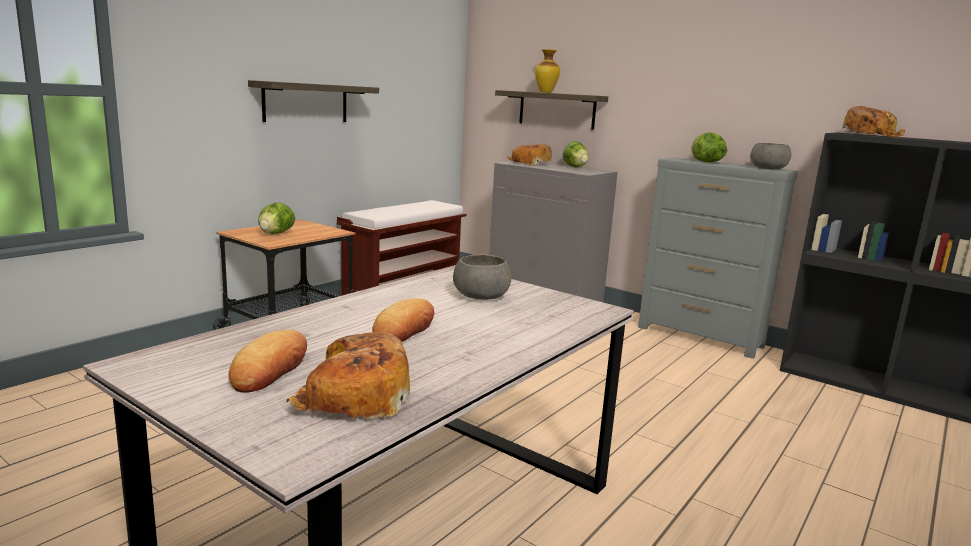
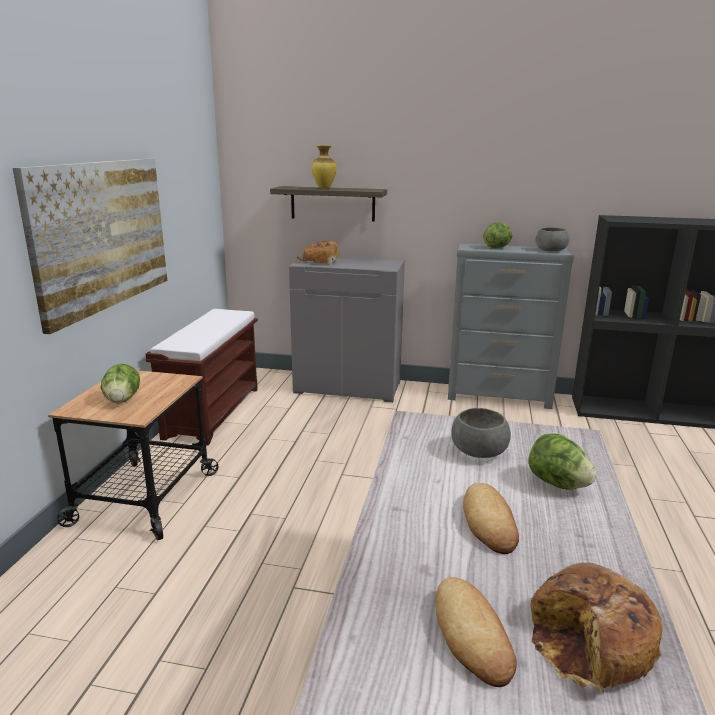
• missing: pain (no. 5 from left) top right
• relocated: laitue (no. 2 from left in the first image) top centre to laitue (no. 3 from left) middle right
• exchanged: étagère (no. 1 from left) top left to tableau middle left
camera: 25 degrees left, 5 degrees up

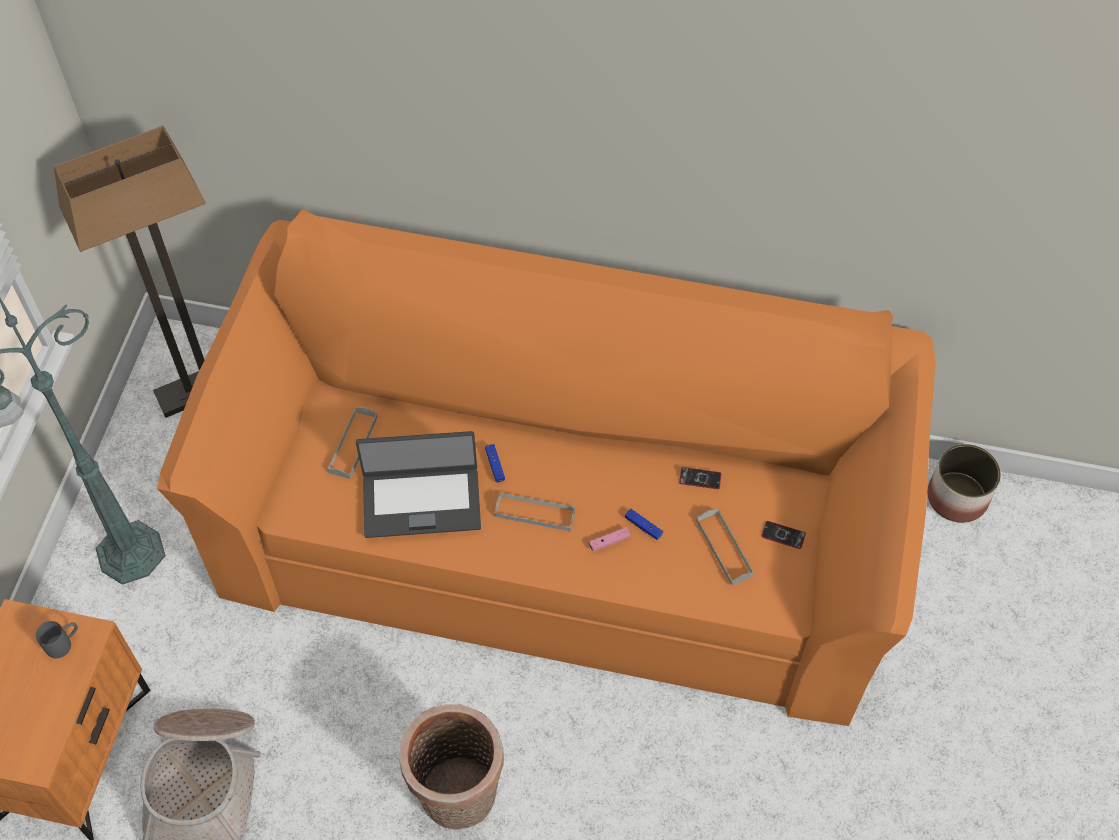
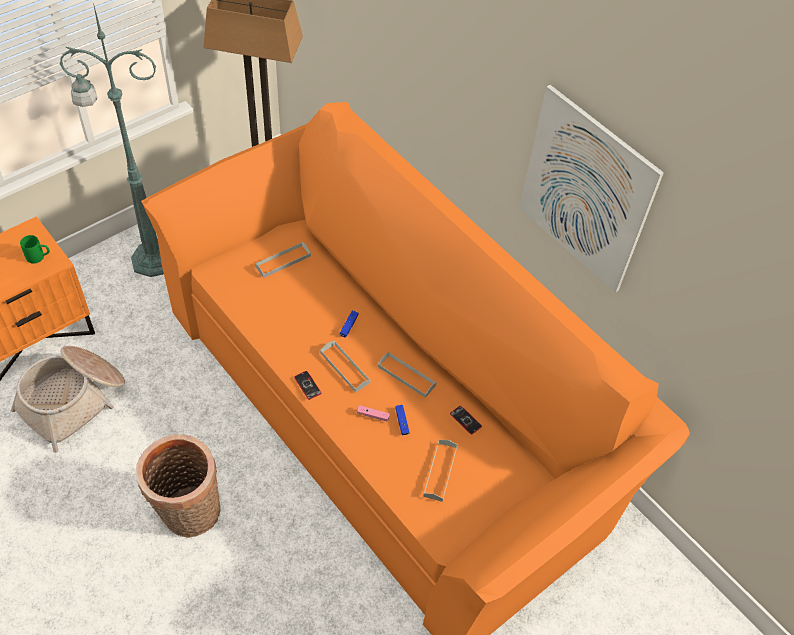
• missing: ordinateur portable centre
• missing: cache-pot middle right
• appeared: plateau (gris) (no. 3 from left) centre
• appeared: tableau top right
• relocated: téléphone (no. 2 from left in the first image) middle right to téléphone (no. 1 from left) centre
• colour: mug (gris) bottom left to mug (vert) middle left
camera: 35 degrees right, 5 degrees down

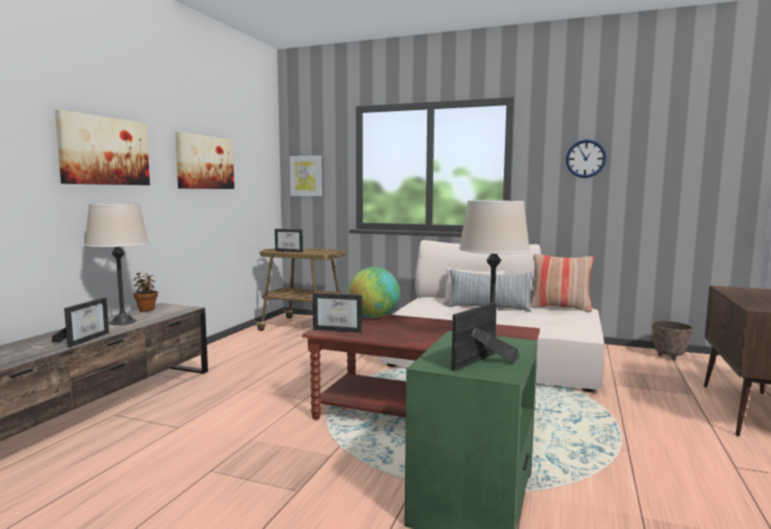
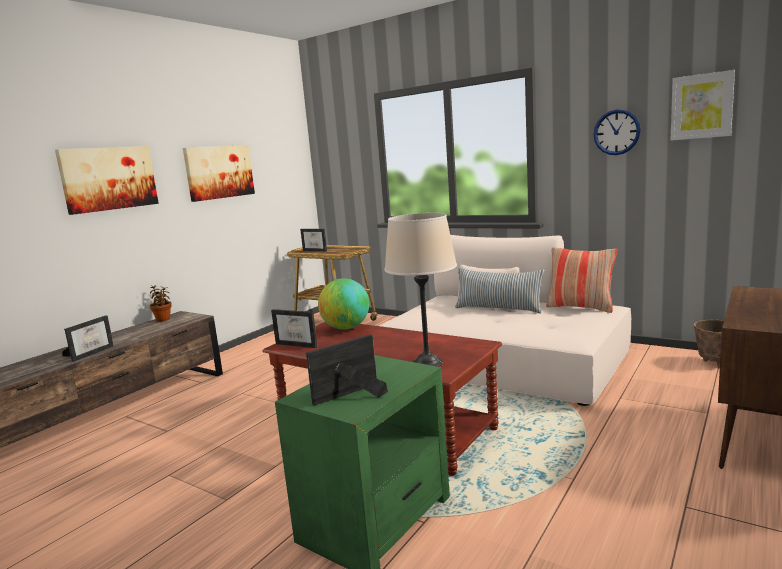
• missing: lampe de table (beige) (no. 1 from left) middle left
• relocated: tableau (no. 3 from left) top centre to top right
camera: 15 degrees right, 5 degrees up

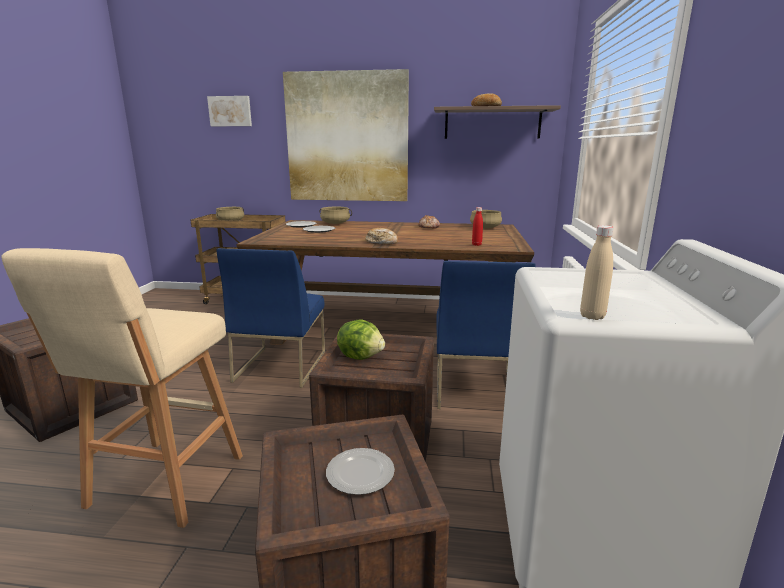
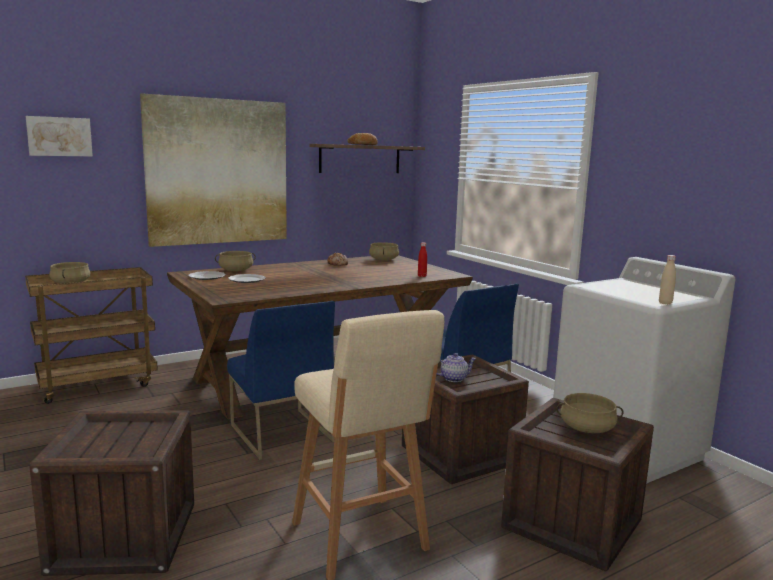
• missing: pain (no. 1 from left) centre
• exchanged: assiette (no. 3 from left) bottom centre to marmite (beige) (no. 4 from left) bottom right
• exchanged: laitue centre to théière centre
camera: 40 degrees left, 5 degrees down

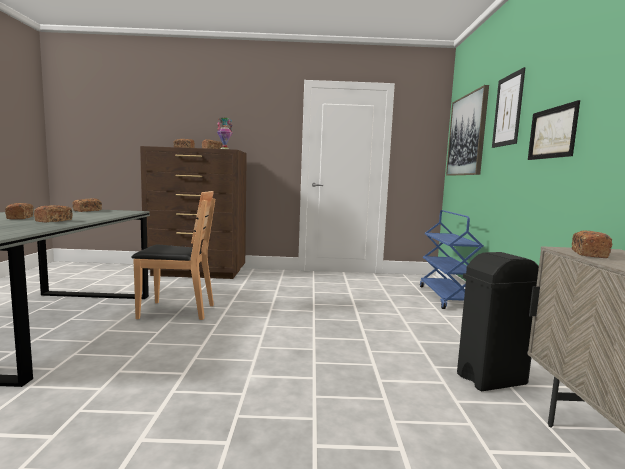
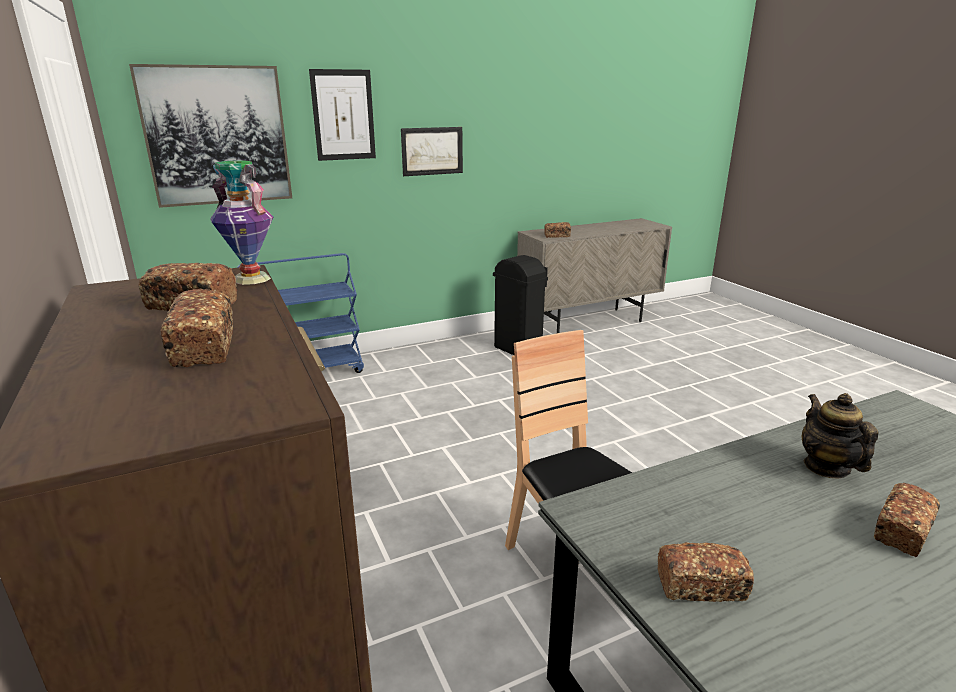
• exchanged: pain (no. 2 from left) middle left to théière middle right
camera: 115 degrees left, 15 degrees up

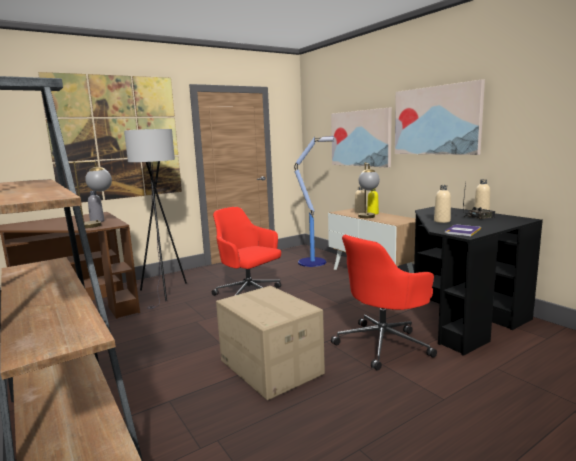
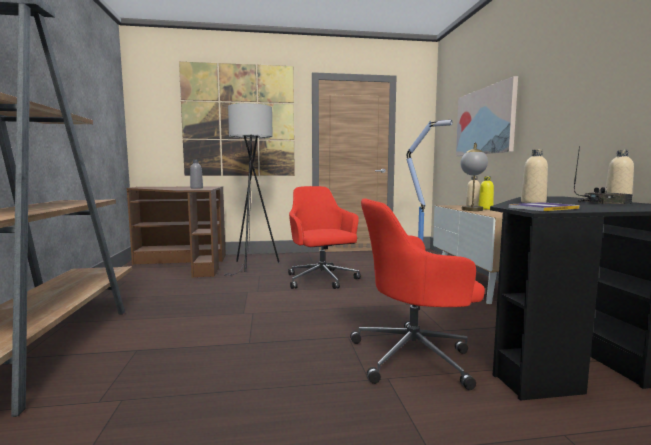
• missing: lampe de table (no. 1 from left) middle left
• missing: carton bottom centre
• missing: tableau (no. 3 from left) top right
camera: 25 degrees right, 5 degrees down

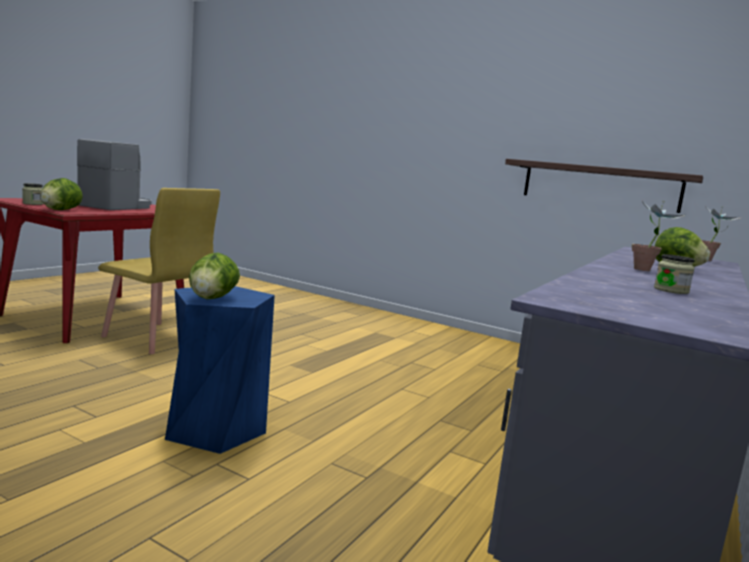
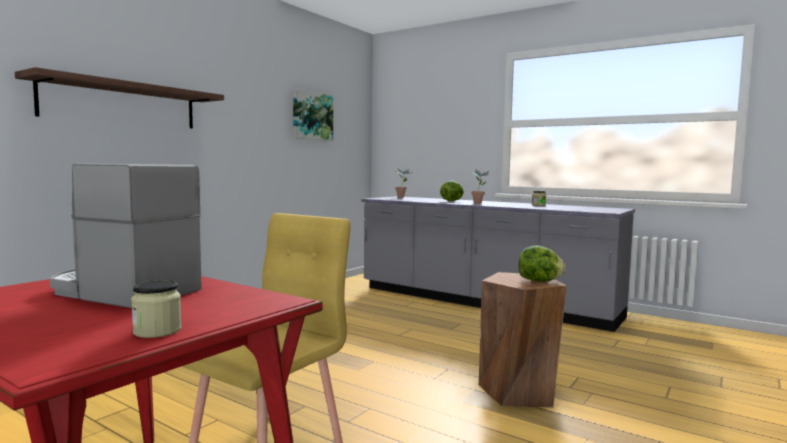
• missing: laitue (no. 1 from left) middle left
• appeared: tableau top centre
• relocated: étagère top right to top left
• colour: tabouret (bleu) middle left to tabouret (marron) bottom centre
camera: 85 degrees left, 5 degrees down

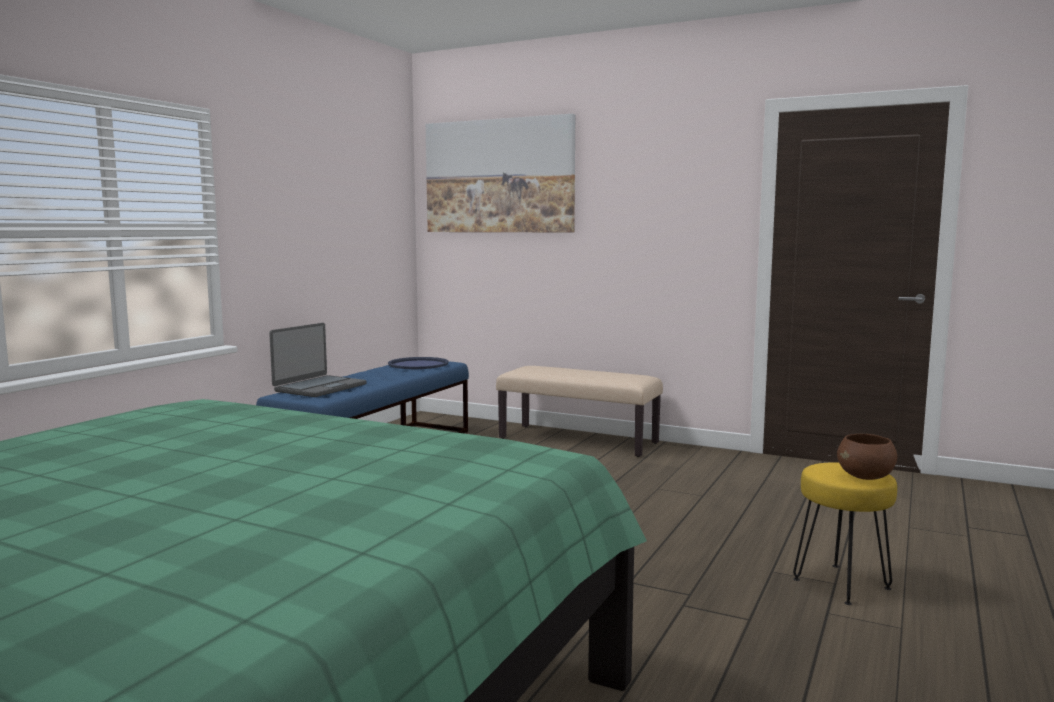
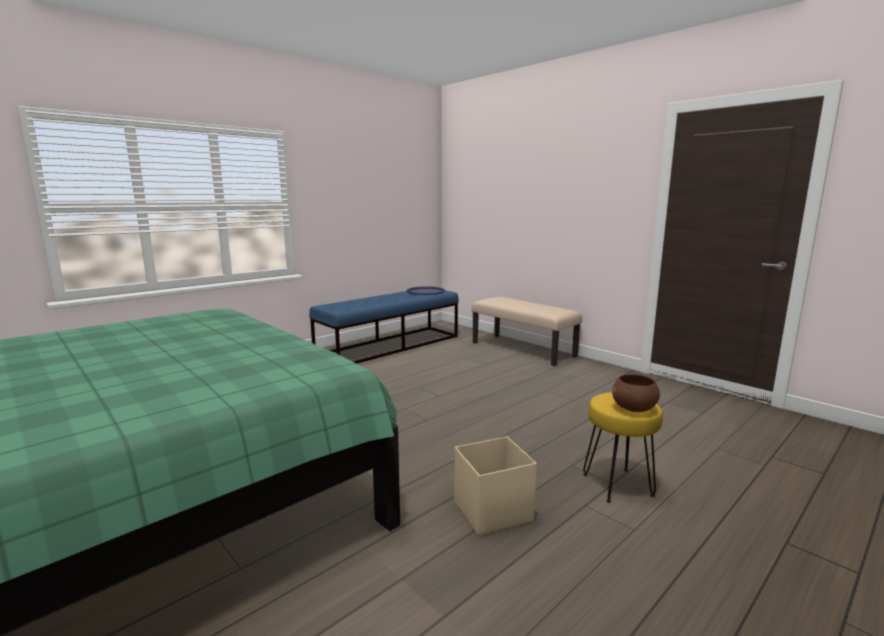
• missing: ordinateur portable middle left
• missing: tableau top centre
• appeared: boîte de rangement (beige) bottom centre
camera: 20 degrees right, 5 degrees up

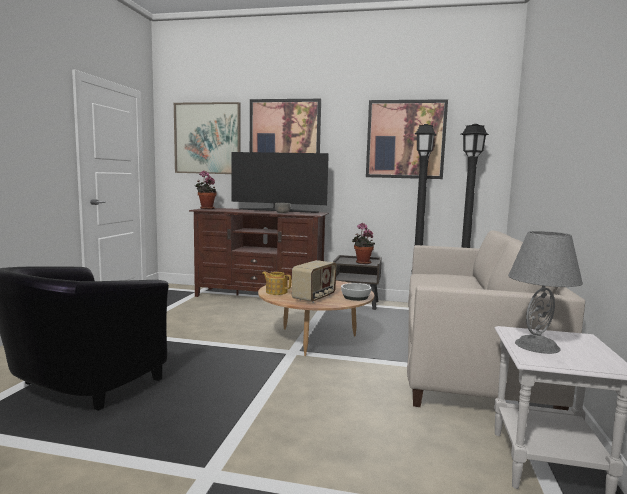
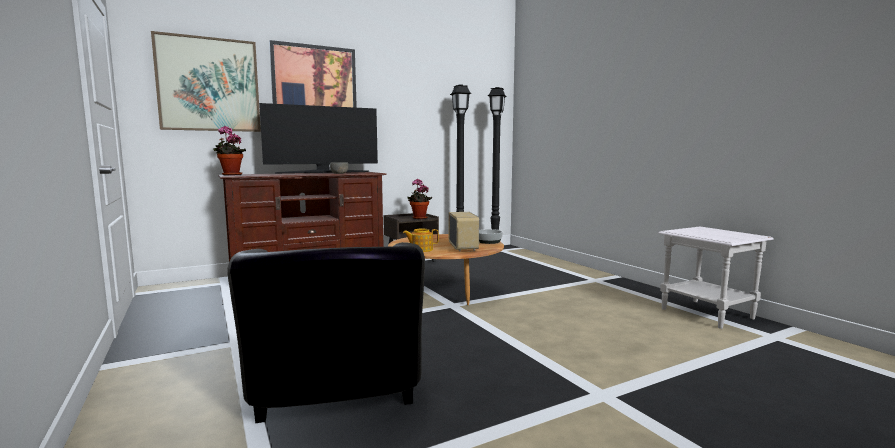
• missing: tableau (no. 3 from left) top centre
• missing: canapé (beige) middle right
• missing: lampe de table (gris) middle right
camera: 40 degrees left, 0 degrees up

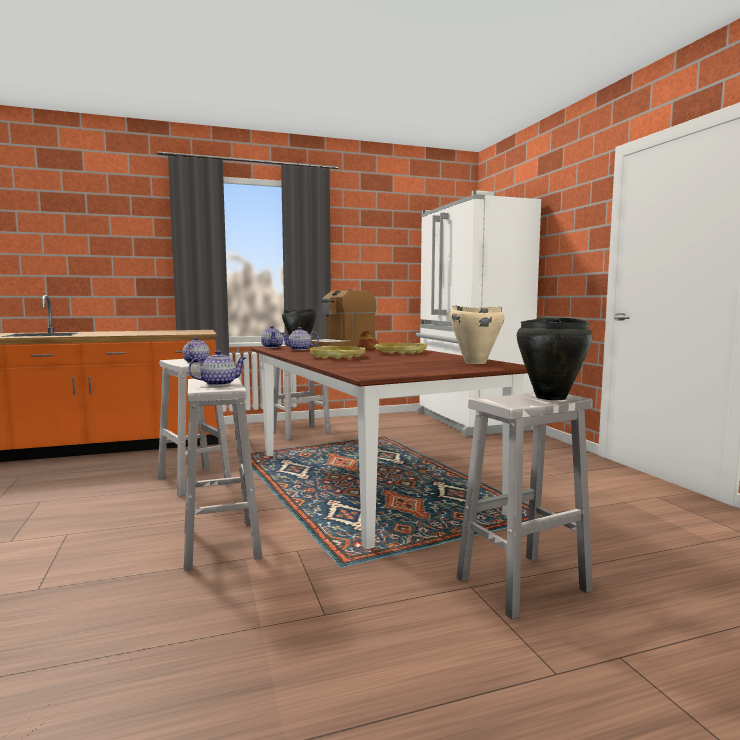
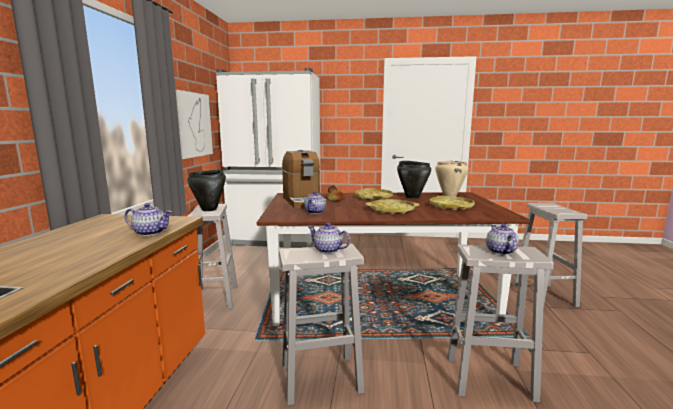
• appeared: tableau top left
• appeared: plateau (jaune) (no. 3 from left) middle right
• relocated: théière (no. 3 from left in the first image) centre to théière (no. 1 from left) middle left
• relocated: marmite (noir) (no. 2 from left) middle right to centre
camera: 65 degrees left, 5 degrees up

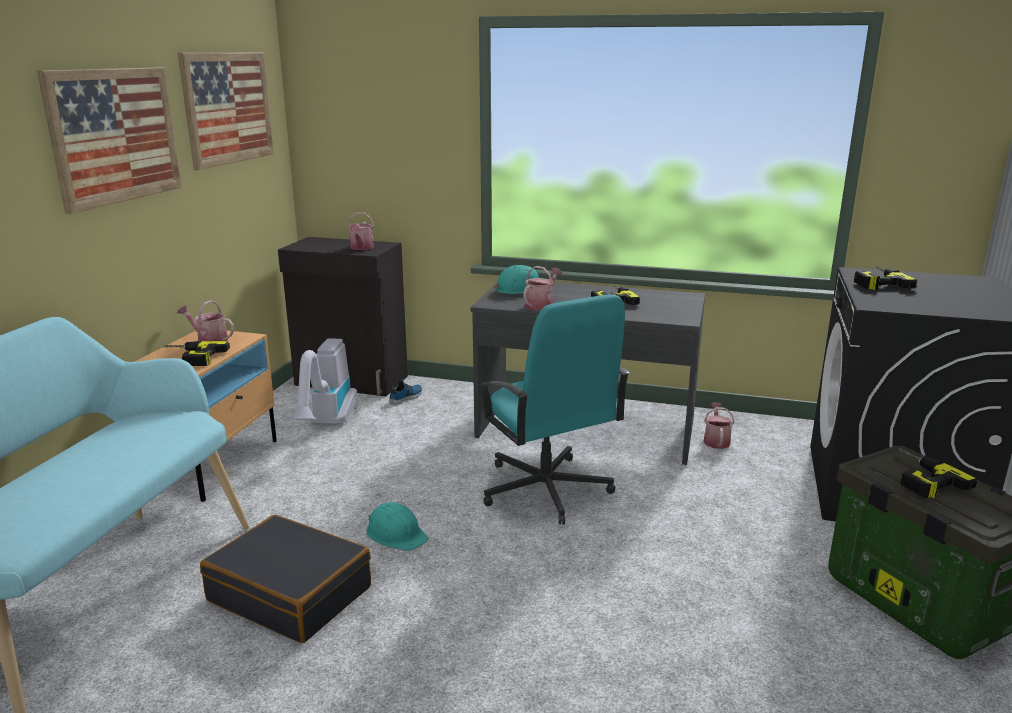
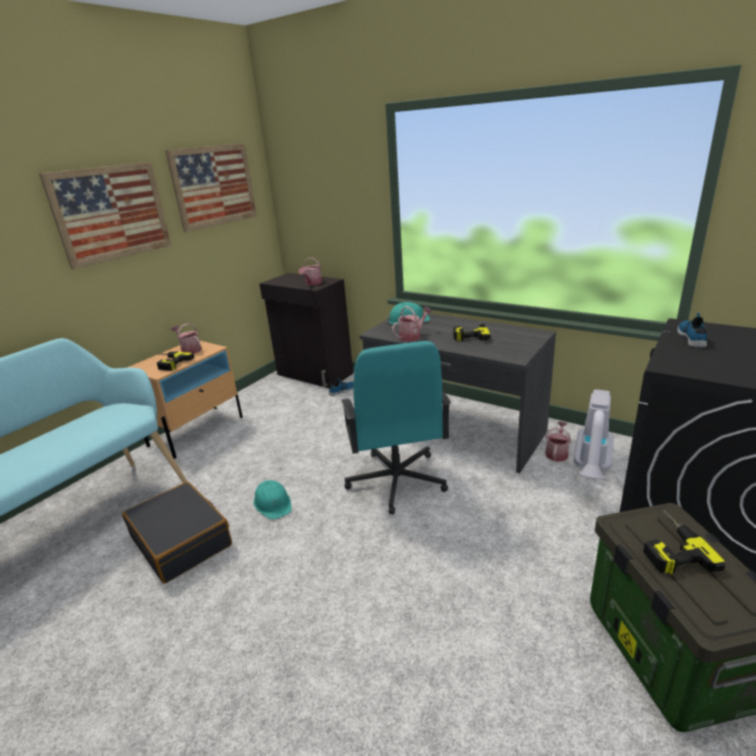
• relocated: aspirateur middle left to middle right
• exchanged: perceuse (no. 3 from left) middle right to chaussure (no. 2 from left) middle right
camera: 20 degrees right, 5 degrees up

